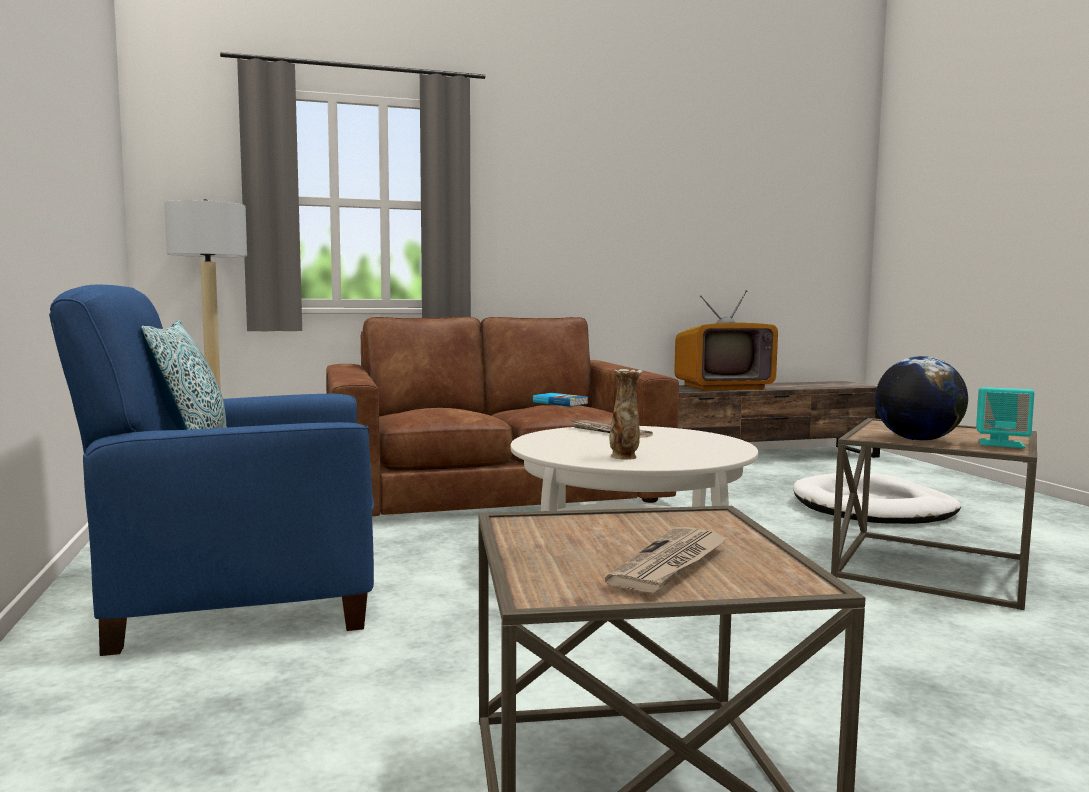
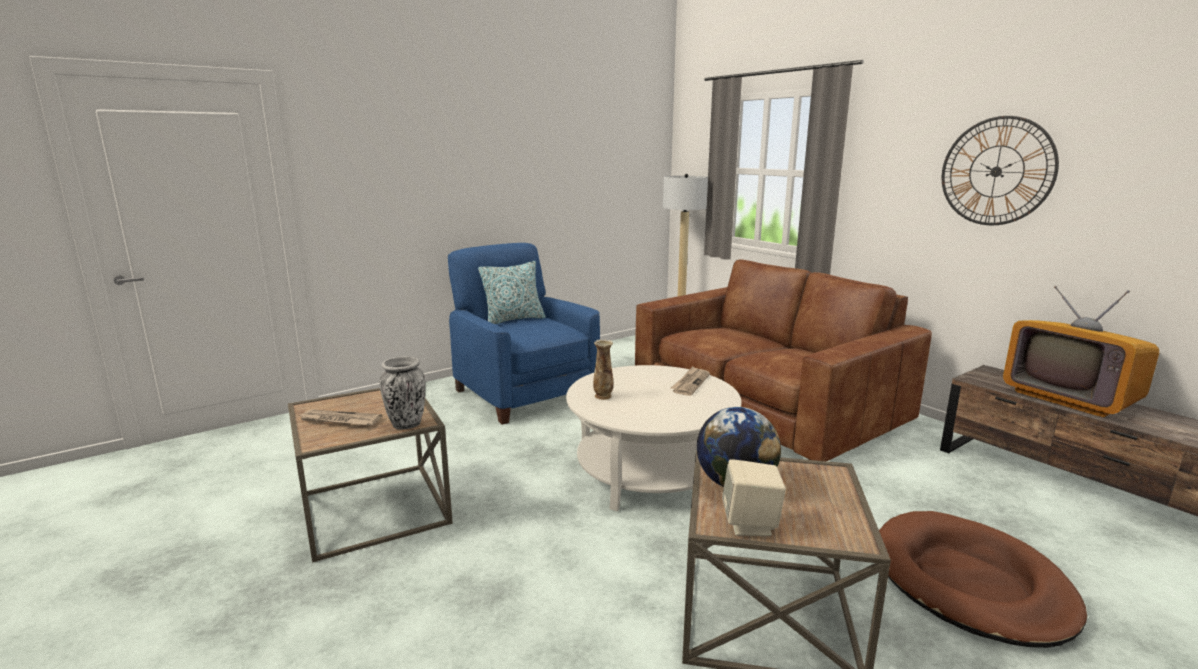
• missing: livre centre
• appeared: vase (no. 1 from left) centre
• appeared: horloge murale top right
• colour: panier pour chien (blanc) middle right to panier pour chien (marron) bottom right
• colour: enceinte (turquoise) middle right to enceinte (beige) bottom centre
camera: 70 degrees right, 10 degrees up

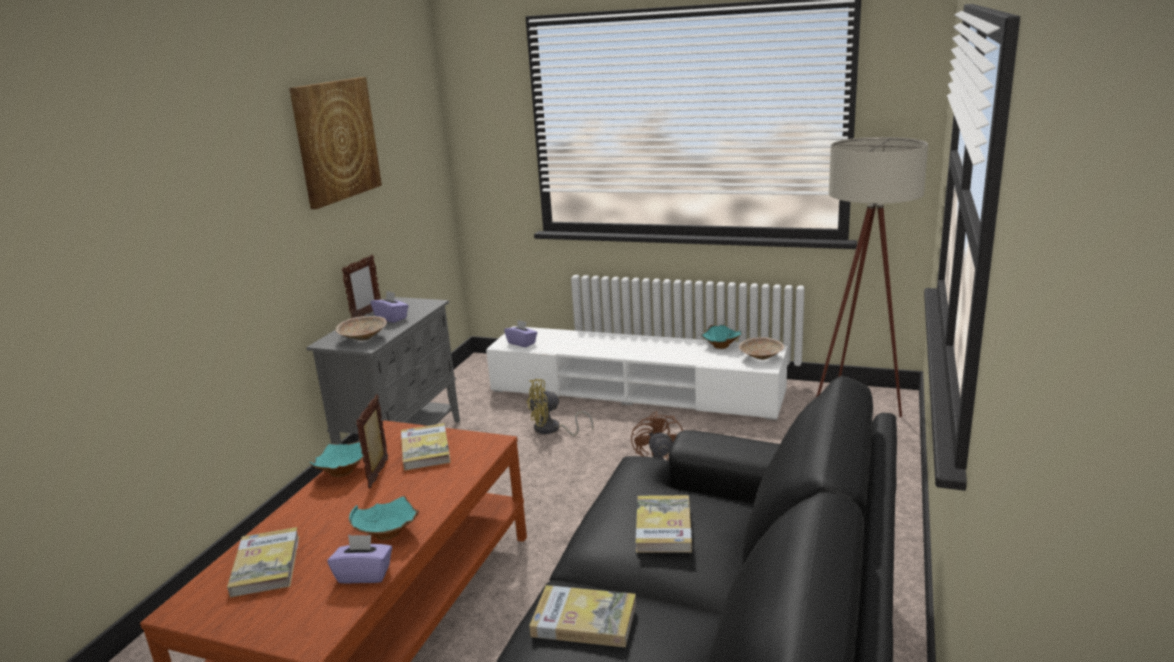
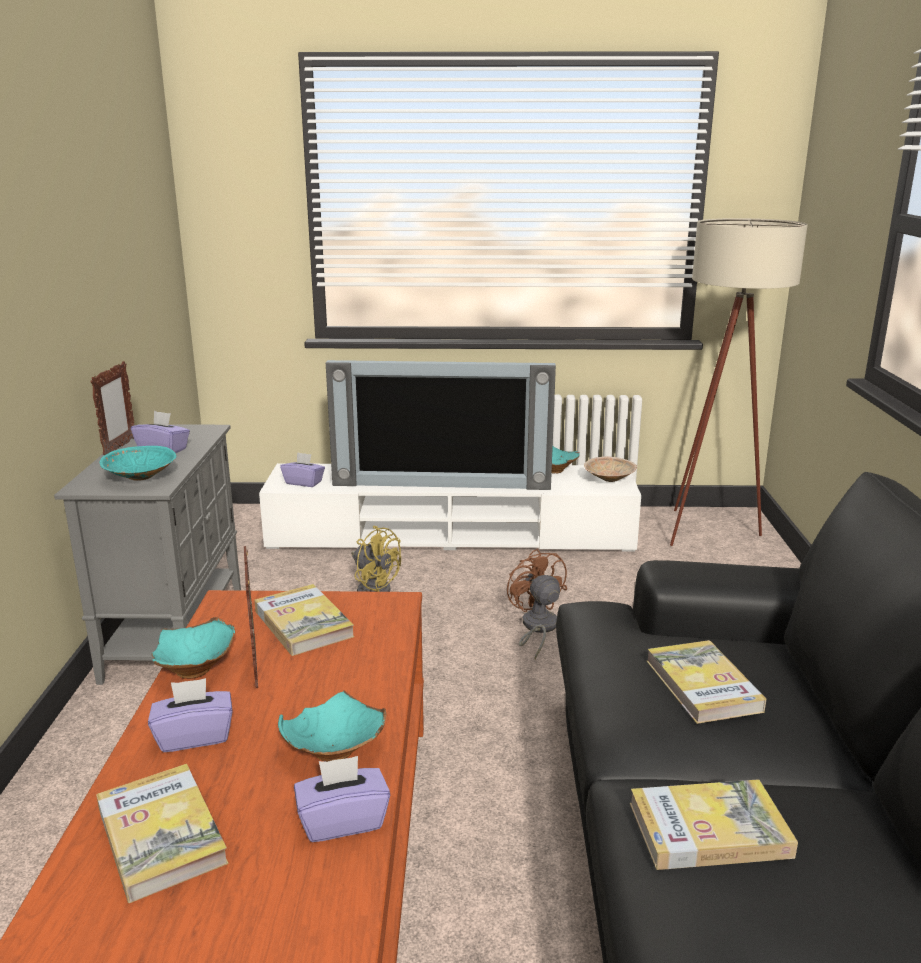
• missing: tableau top left
• appeared: boîte à mouchoirs (violet) (no. 2 from left) bottom left
• appeared: téléviseur centre
• colour: bol (beige) (no. 1 from left) middle left to bol (turquoise) (no. 1 from left) middle left
• spun: ventilateur (jaune) centre = centre 105 degrees counterclockwise
camera: 20 degrees left, 0 degrees up

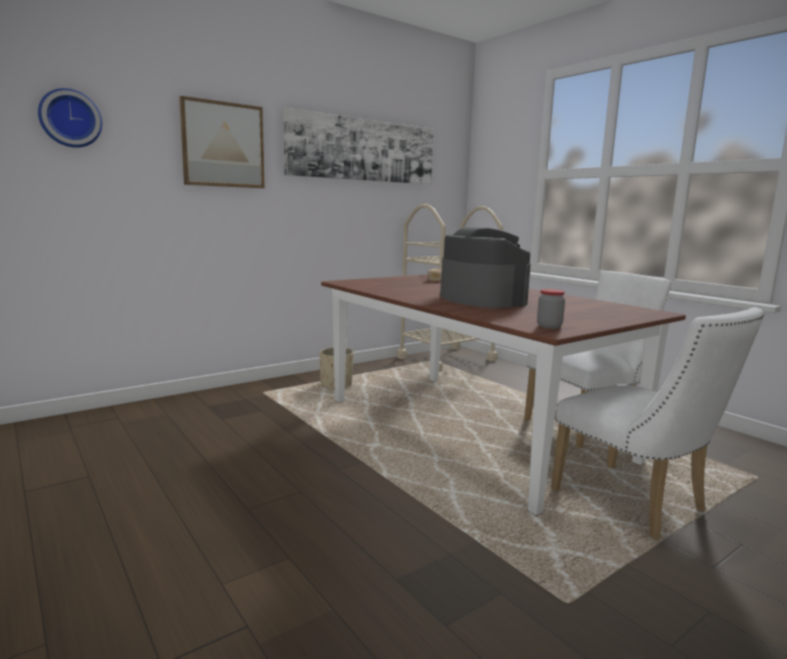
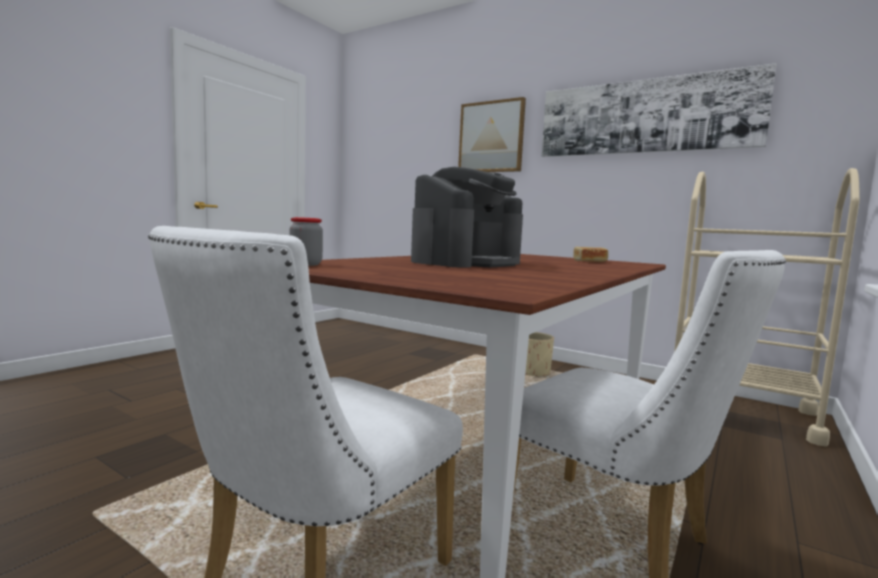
• missing: horloge murale top left
camera: 70 degrees right, 5 degrees down

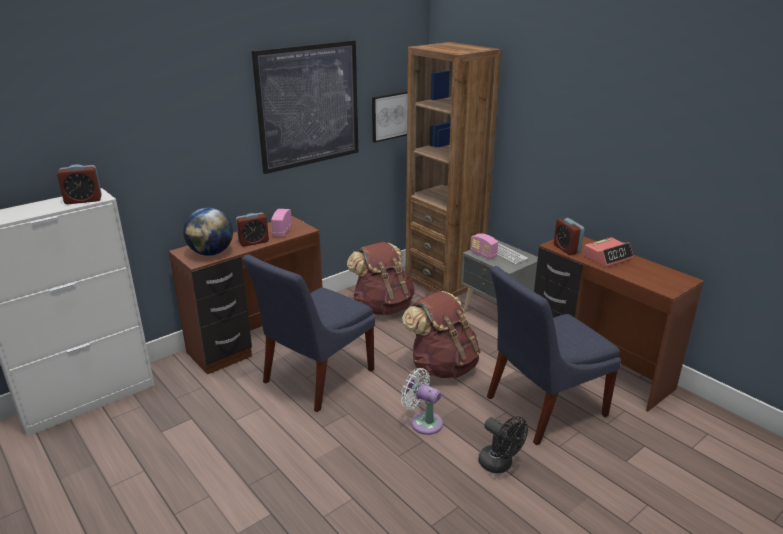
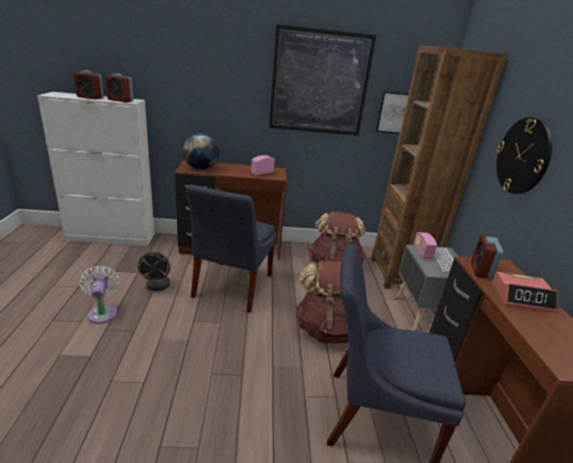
• appeared: horloge murale middle right
• relocated: réveil (no. 2 from left in the first image) middle left to réveil (no. 1 from left) top left
• relocated: ventilateur (blanc) bottom centre to middle left
• relocated: ventilateur (noir) bottom centre to middle left
• spun: chaise (bleu) (no. 1 from left) centre = centre 60 degrees counterclockwise
camera: 35 degrees right, 0 degrees up

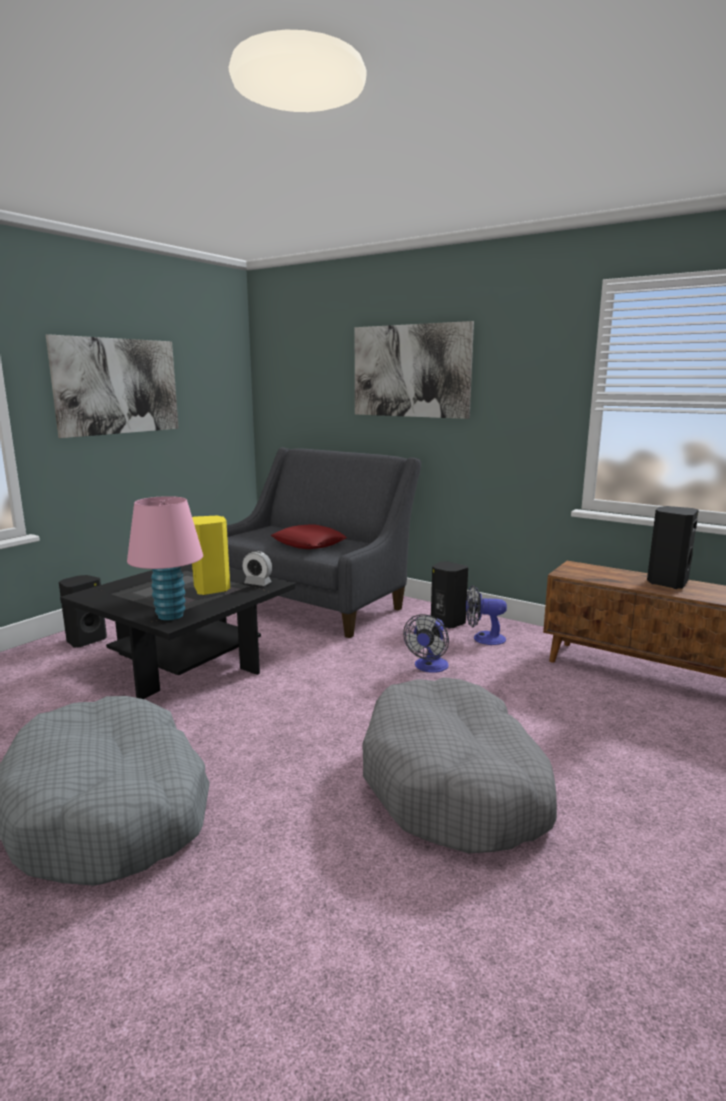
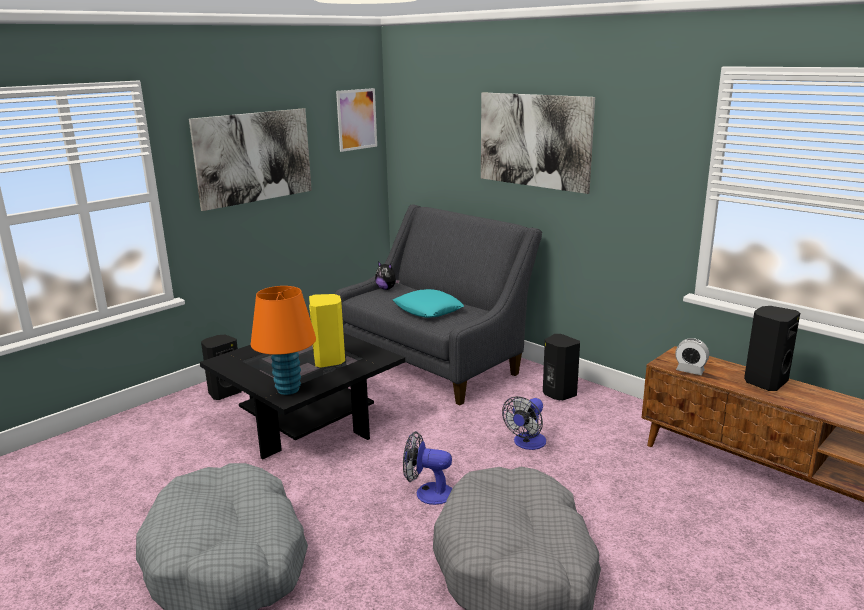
• appeared: tableau (no. 2 from left) top centre
• appeared: peluche centre
• relocated: réveil centre to middle right
• relocated: ventilateur (no. 2 from left in the first image) middle right to ventilateur (no. 1 from left) bottom centre
• colour: lampe de table (rose) middle left to lampe de table (orange) middle left
• colour: coussin (rouge) centre to coussin (turquoise) centre
camera: 10 degrees right, 5 degrees up

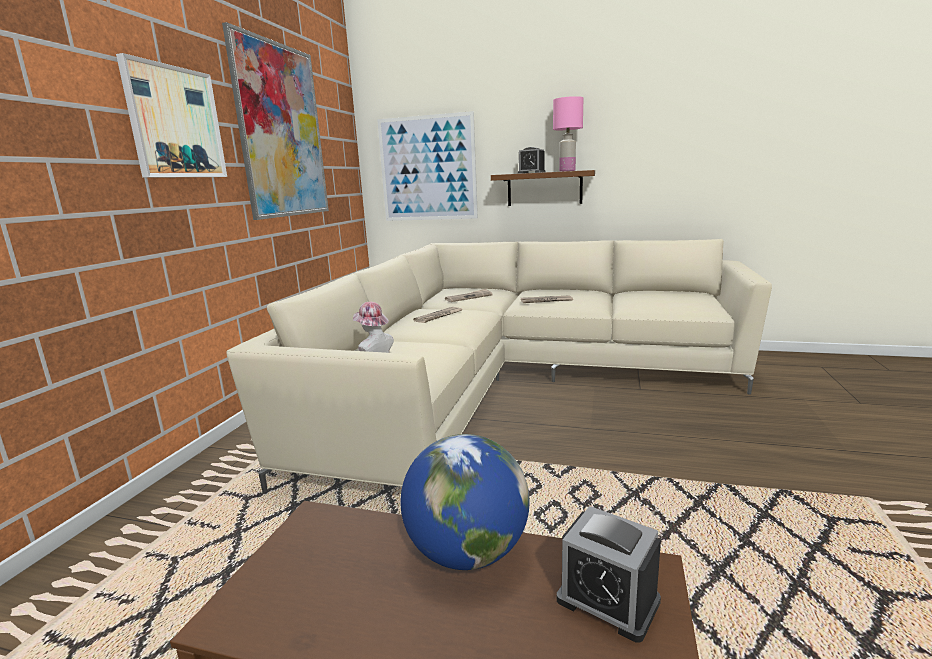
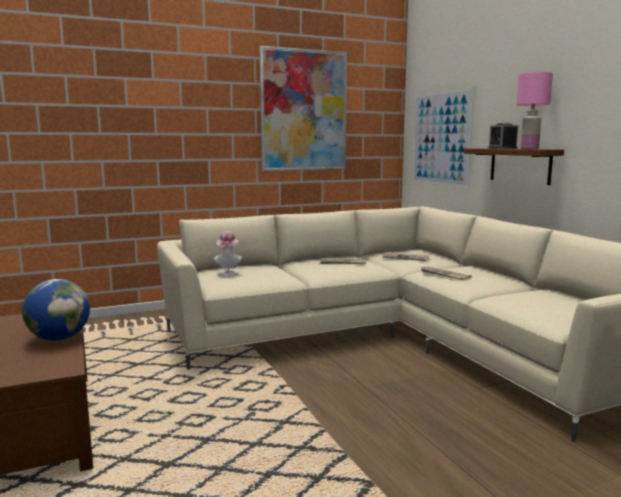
• missing: tableau (no. 1 from left) top left
• missing: réveil (no. 2 from left) bottom centre
camera: 50 degrees right, 5 degrees down

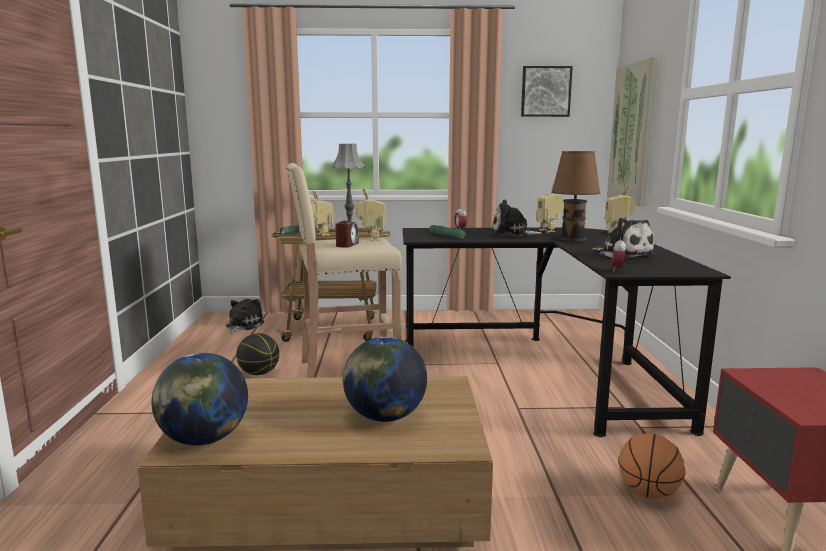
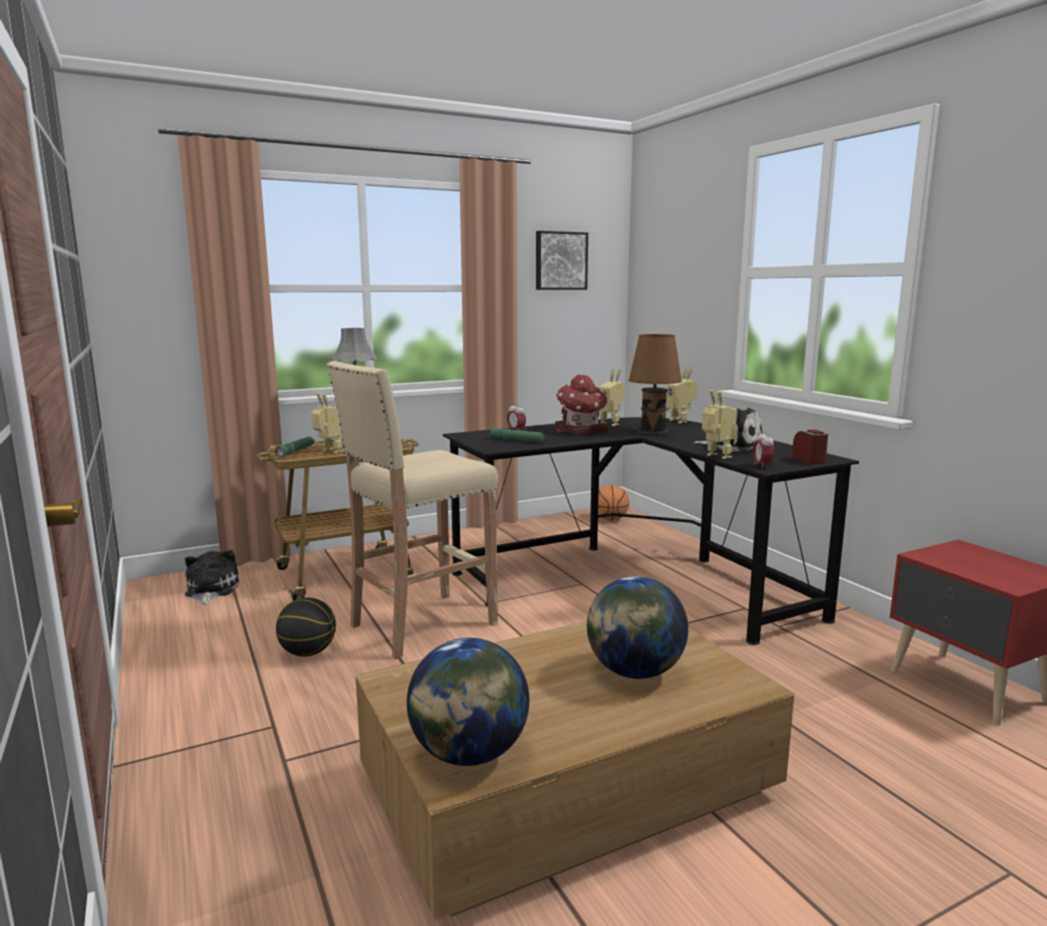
• missing: tableau (no. 2 from left) top right
• relocated: réveil (no. 1 from left in the first image) centre to réveil (no. 3 from left) middle right
• relocated: robot jouet (no. 2 from left in the first image) centre to robot jouet (no. 4 from left) middle right
• relocated: ballon de basket (no. 2 from left) bottom right to centre
• exchanged: peluche (no. 2 from left) centre to maison miniature centre
camera: 25 degrees left, 0 degrees up

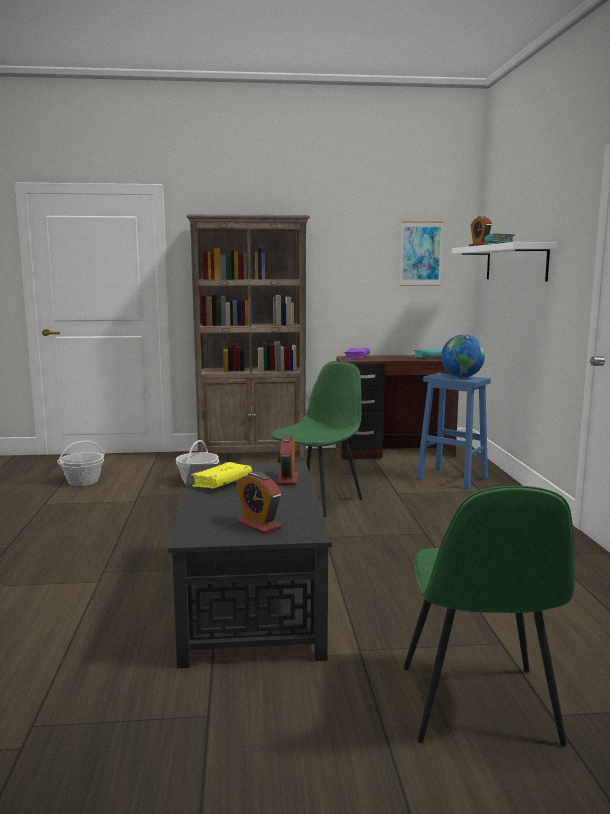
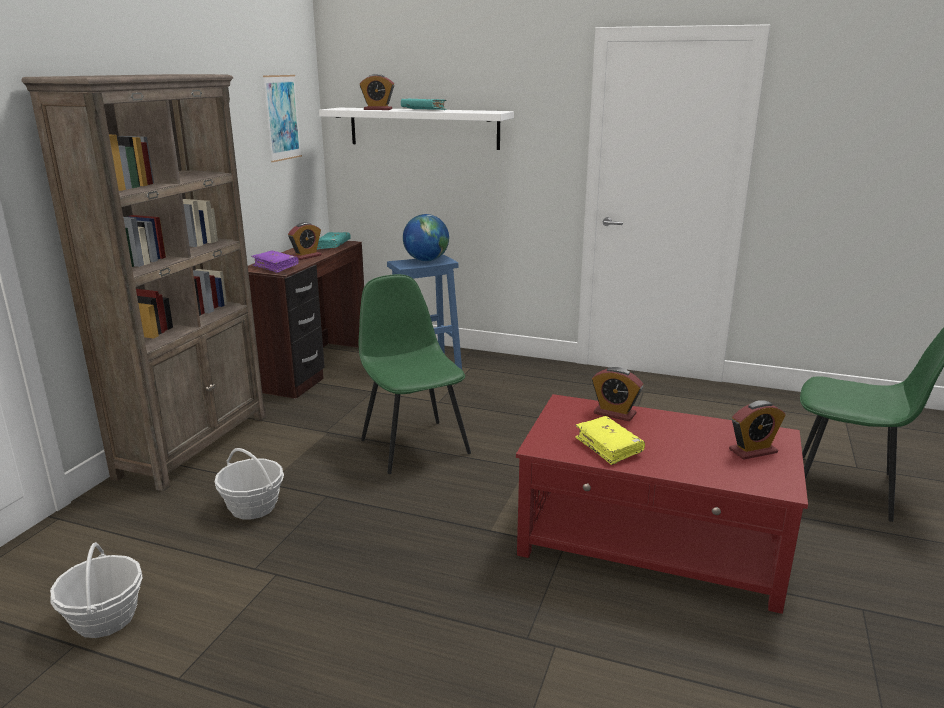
• appeared: réveil (no. 1 from left) middle left
• colour: table basse (noir) bottom centre to table basse (rouge) bottom right
camera: 65 degrees left, 10 degrees up

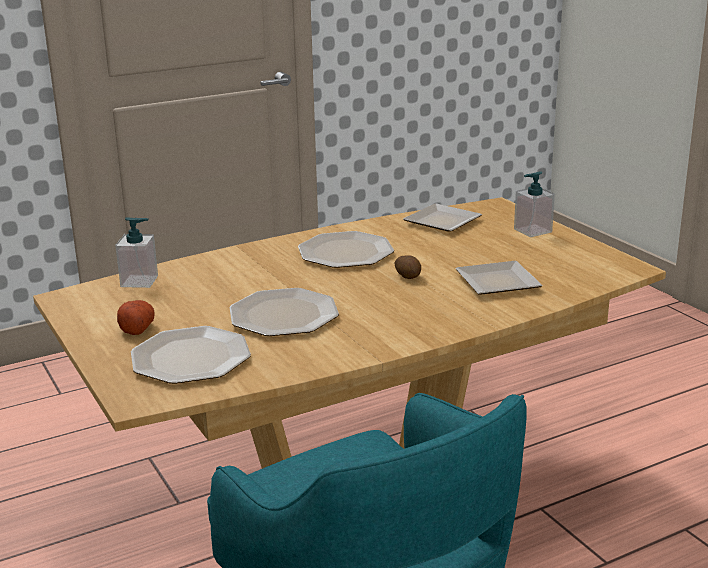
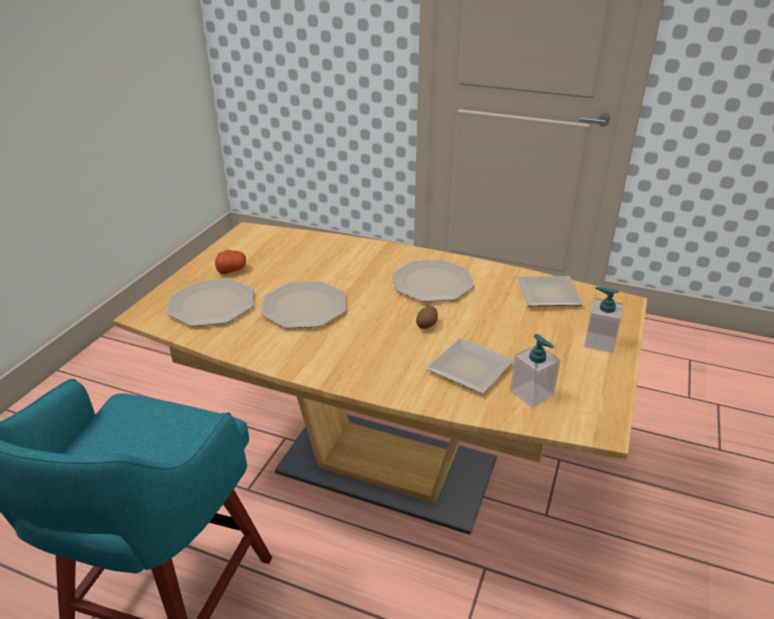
• relocated: distributeur de savon (no. 1 from left) middle left to middle right
camera: 50 degrees right, 10 degrees up

